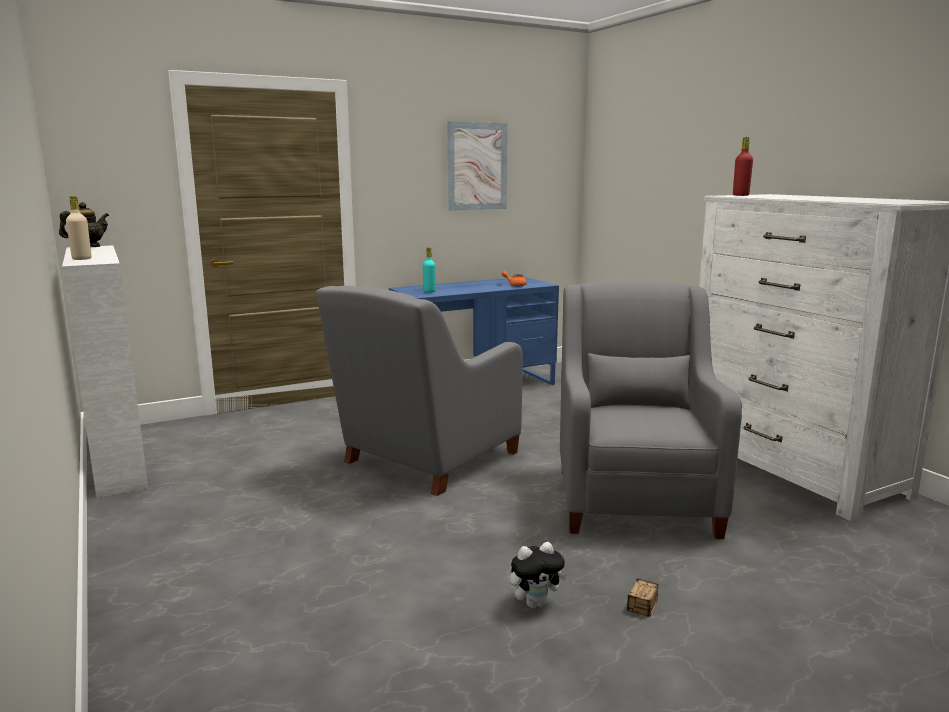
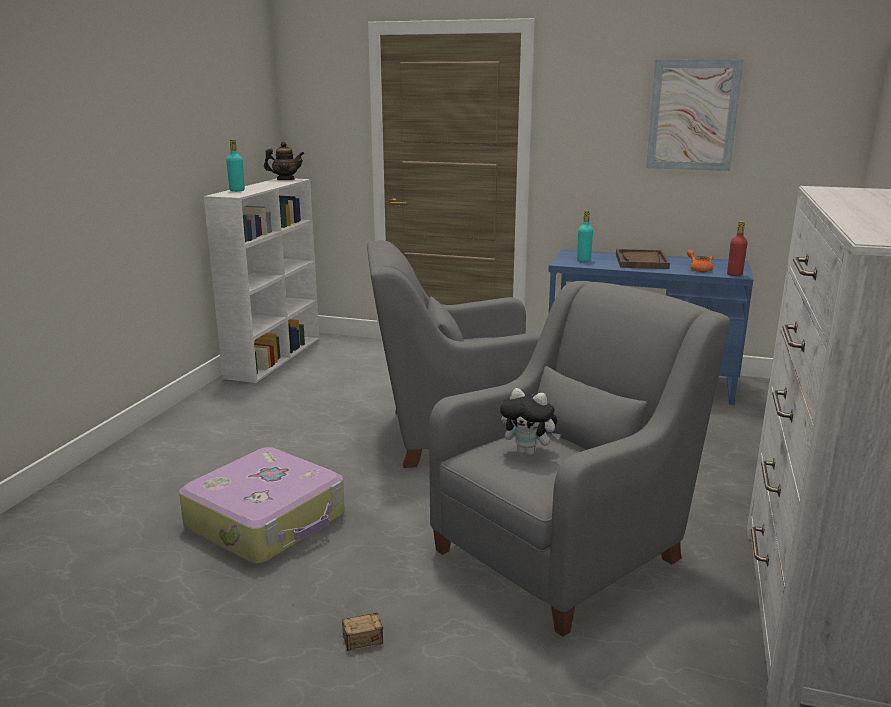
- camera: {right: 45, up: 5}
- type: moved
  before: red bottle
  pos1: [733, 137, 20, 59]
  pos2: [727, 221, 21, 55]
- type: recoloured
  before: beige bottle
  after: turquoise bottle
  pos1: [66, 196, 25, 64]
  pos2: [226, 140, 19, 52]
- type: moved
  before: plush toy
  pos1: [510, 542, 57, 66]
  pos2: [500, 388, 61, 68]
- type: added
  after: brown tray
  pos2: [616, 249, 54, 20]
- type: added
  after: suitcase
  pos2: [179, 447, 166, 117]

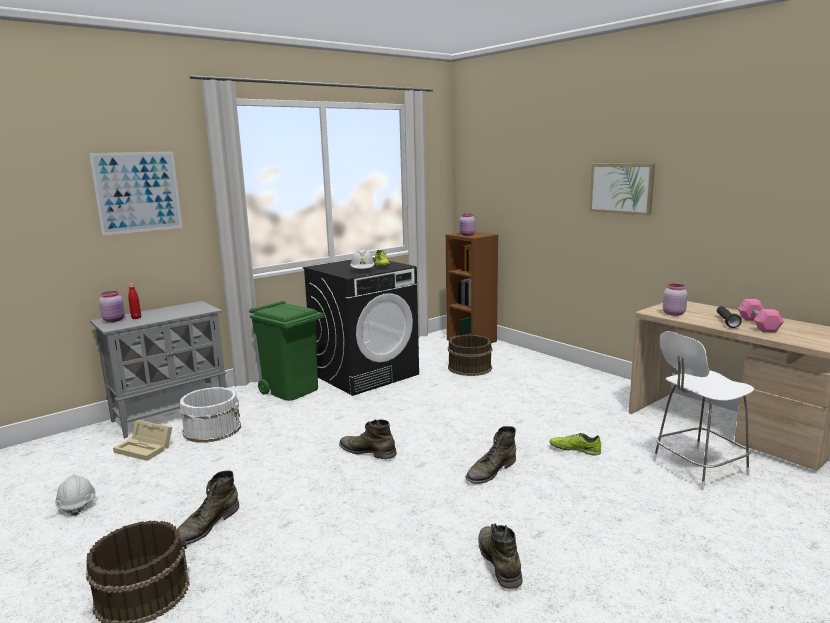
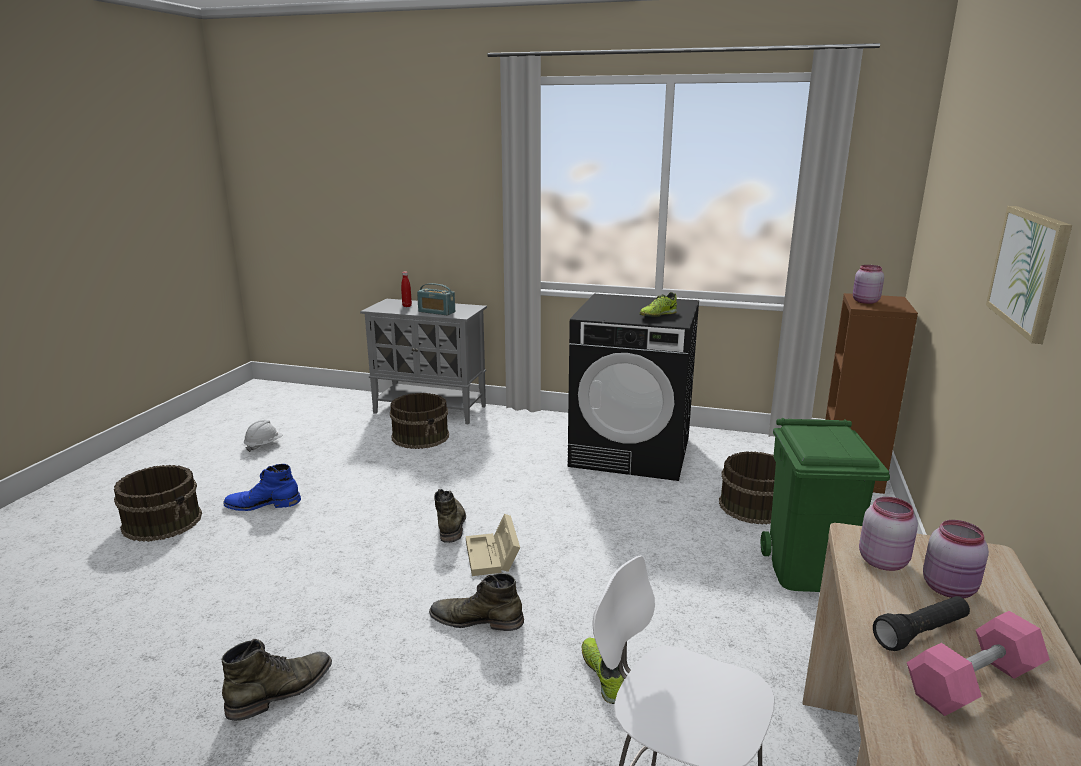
- camera: {right: 55, up: 5}
- type: removed
  before: picture
  pos1: [89, 151, 93, 85]
- type: removed
  before: white hard hat
  pos1: [350, 250, 25, 19]
- type: moved
  before: pink jar
  pos1: [99, 291, 26, 31]
  pos2: [923, 520, 66, 79]
- type: moved
  before: green trash can
  pos1: [249, 301, 75, 100]
  pos2: [761, 418, 129, 174]
- type: recoloured
  before: white bucket
  after: brown bucket
  pos1: [179, 387, 62, 55]
  pos2: [390, 393, 59, 56]
- type: moved
  before: beige storage box
  pos1: [113, 420, 59, 41]
  pos2: [466, 514, 54, 62]
- type: recoloured
  before: green boot
  after: blue boot
  pos1: [177, 470, 62, 75]
  pos2: [223, 464, 78, 47]
- type: added
  after: radio
  pos2: [417, 283, 38, 32]

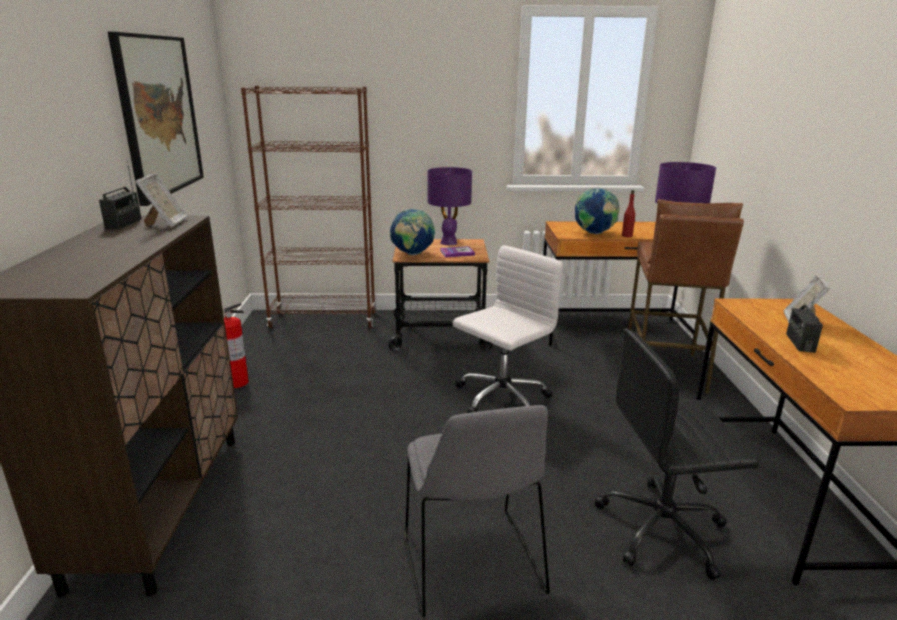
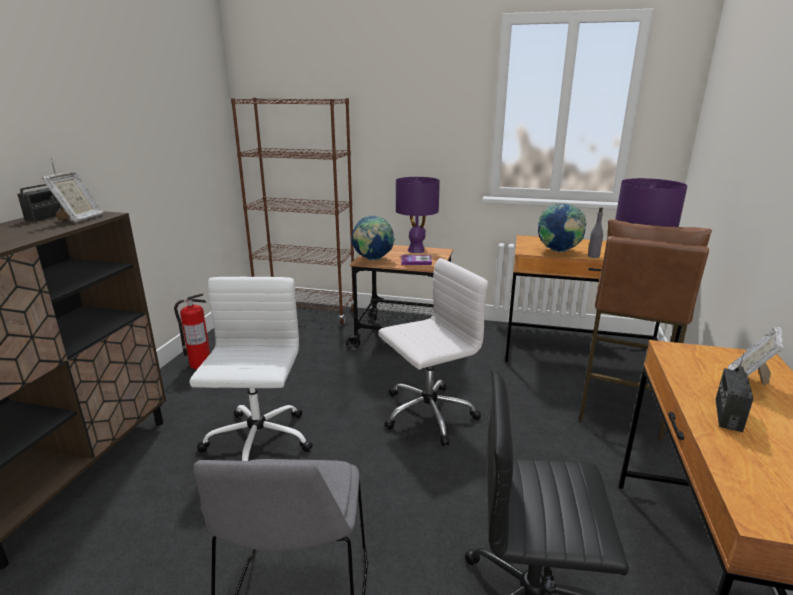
- camera: {right: 15, up: 0}
- type: removed
  before: picture
  pos1: [108, 32, 96, 174]
- type: recoloured
  before: red bottle
  after: grey bottle
  pos1: [622, 190, 13, 48]
  pos2: [588, 207, 15, 51]
- type: added
  after: white office chair
  pos2: [189, 277, 124, 184]

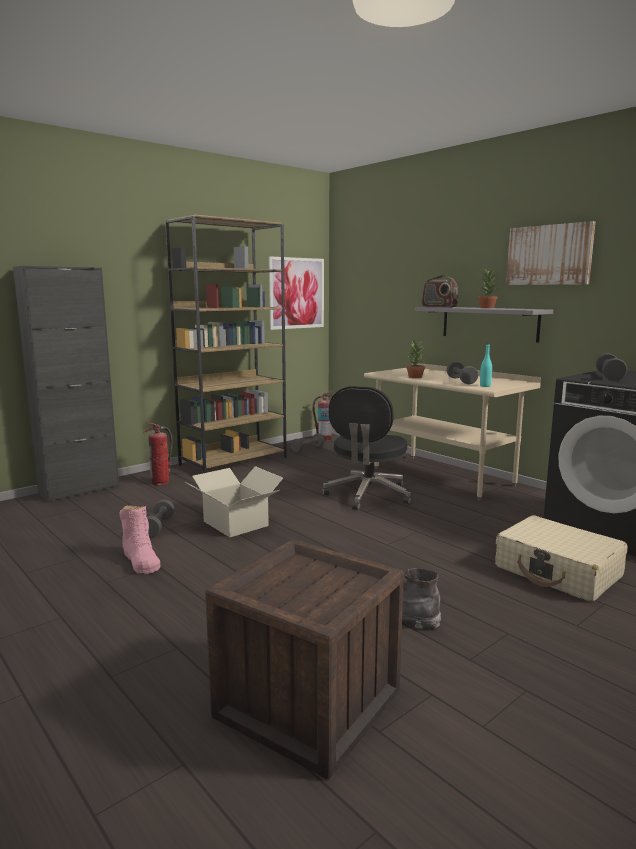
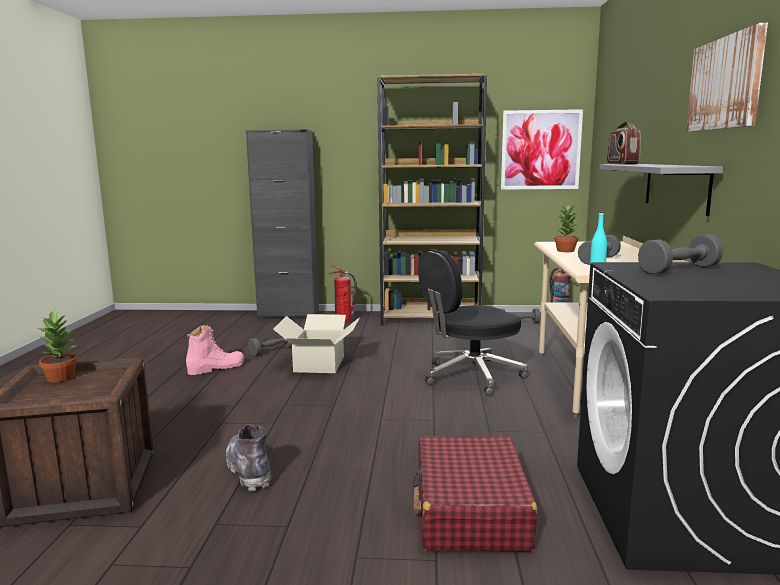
- camera: {right: 45, up: 0}
- type: moved
  before: potted plant
  pos1: [478, 269, 20, 39]
  pos2: [35, 309, 43, 73]
- type: turned
  before: pink boot
  pos1: [119, 505, 41, 69]
  pos2: [186, 326, 58, 49]
  turn: -135
- type: recoloured
  before: beige suitcase
  after: red suitcase
  pos1: [495, 515, 133, 87]
  pos2: [412, 436, 126, 116]

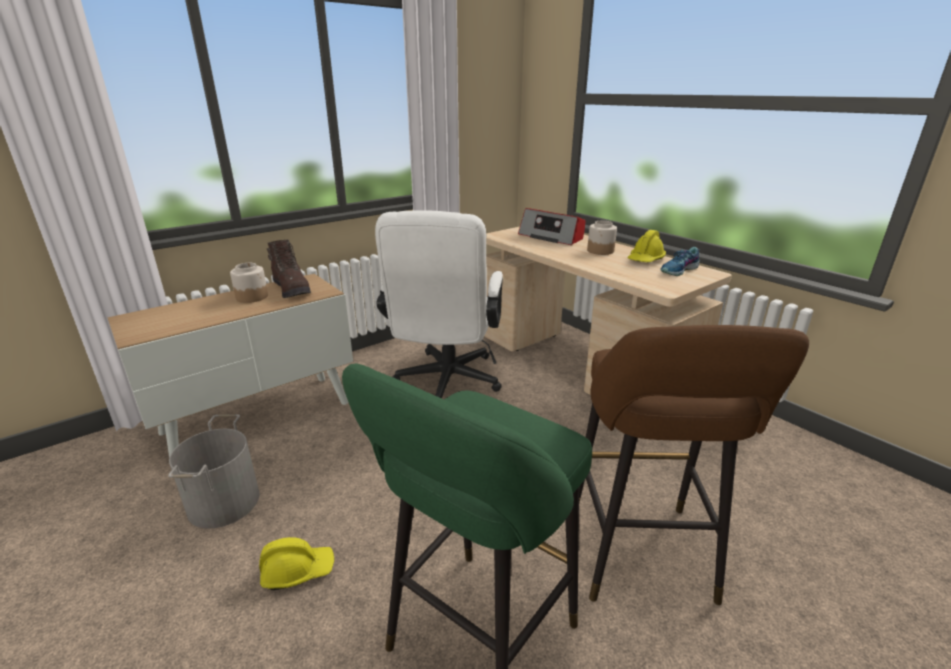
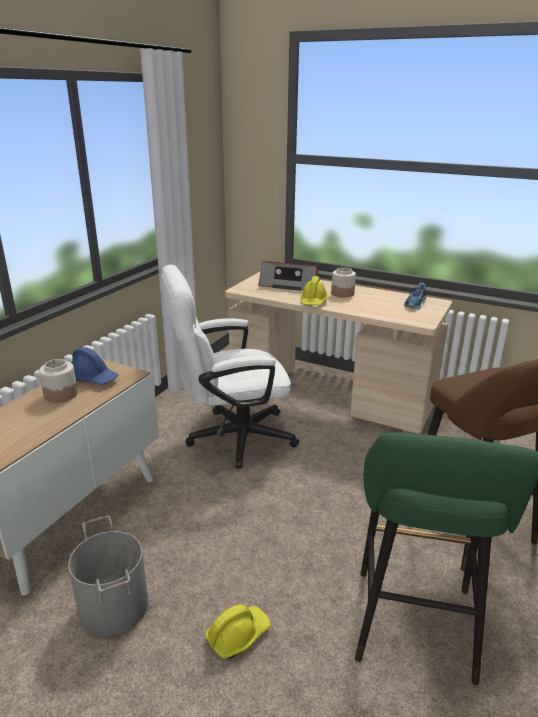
- camera: {right: -25, up: 0}
- type: turned
  before: white office chair
  pos1: [375, 210, 128, 189]
  pos2: [161, 265, 138, 203]
  turn: 90
- type: moved
  before: yellow hard hat
  pos1: [627, 230, 39, 32]
  pos2: [300, 276, 28, 29]
- type: replaced
  before: brown boot
  after: blue hard hat
  pos1: [267, 240, 44, 58]
  pos2: [72, 347, 47, 37]

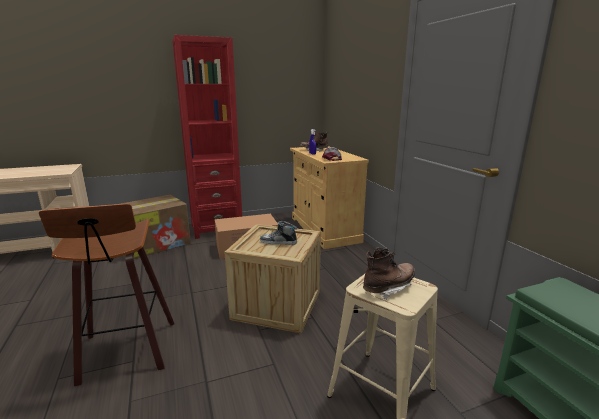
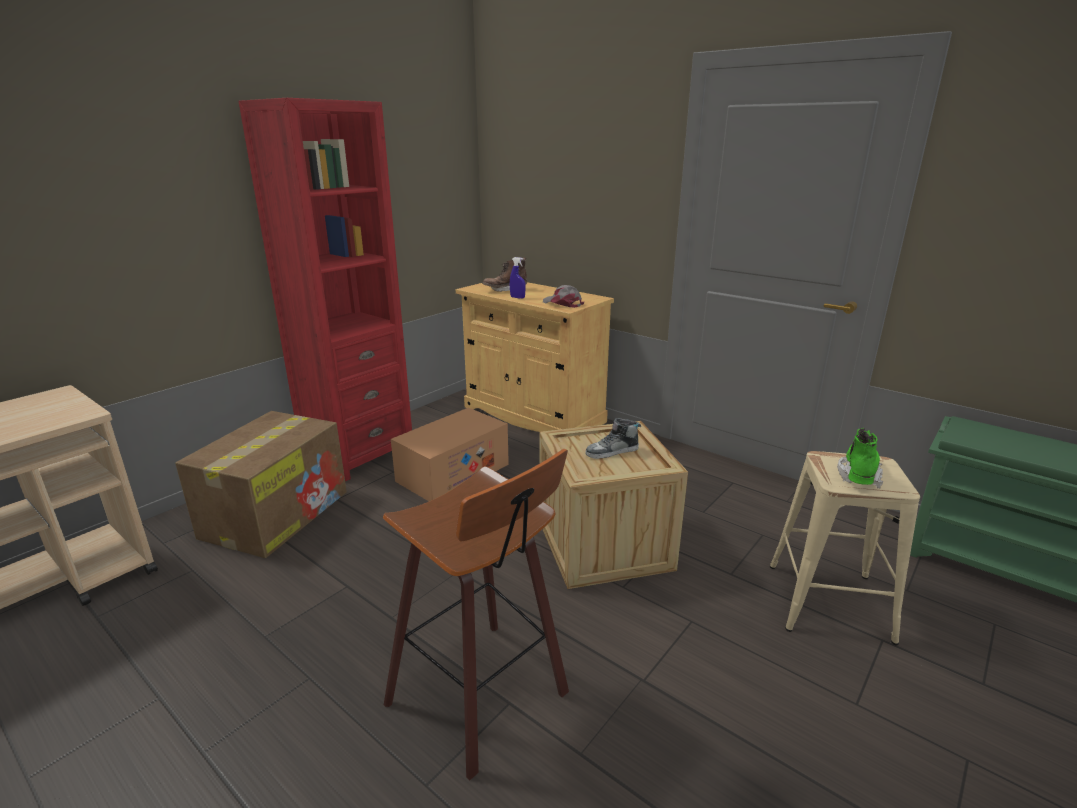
- camera: {right: -30, up: 5}
- type: recoloured
  before: brown boot
  after: green boot
  pos1: [363, 248, 52, 52]
  pos2: [837, 428, 46, 61]

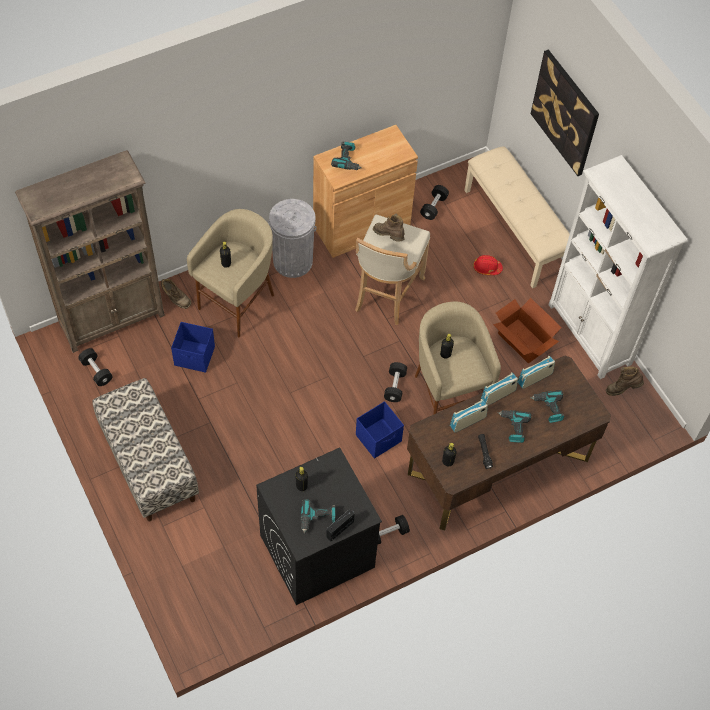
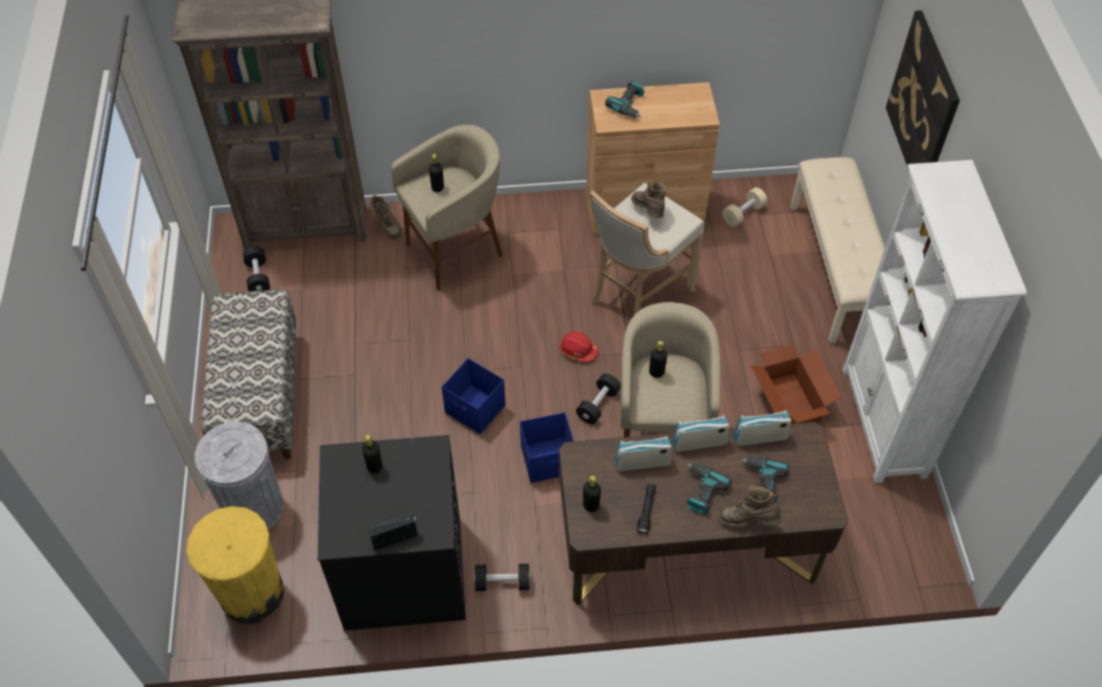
- camera: {right: 25, up: -5}
- type: recoloured
  before: black dumbbell
  after: beige dumbbell
  pos1: [420, 185, 29, 35]
  pos2: [722, 187, 45, 40]
- type: moved
  before: grey trash can
  pos1: [268, 199, 49, 79]
  pos2: [195, 422, 89, 107]
- type: moved
  before: red hard hat
  pos1: [473, 255, 30, 20]
  pos2: [559, 331, 39, 31]
- type: moved
  before: blue storage box
  pos1: [171, 322, 44, 51]
  pos2: [442, 358, 64, 76]
- type: moved
  before: brown boot
  pos1: [606, 367, 38, 29]
  pos2: [719, 485, 62, 43]
- type: removed
  before: power drill
  pos1: [301, 499, 34, 35]
- type: added
  after: yellow trash can
  pos2: [186, 506, 98, 118]

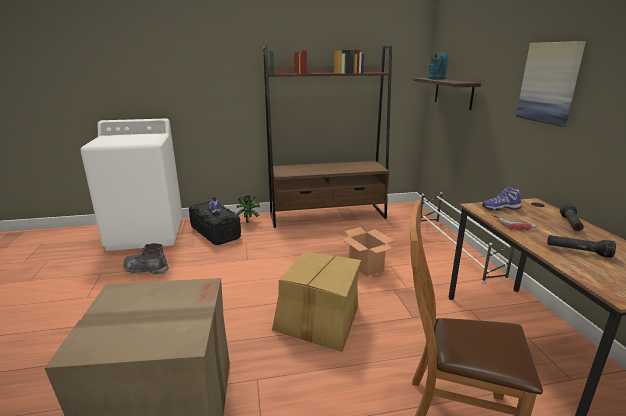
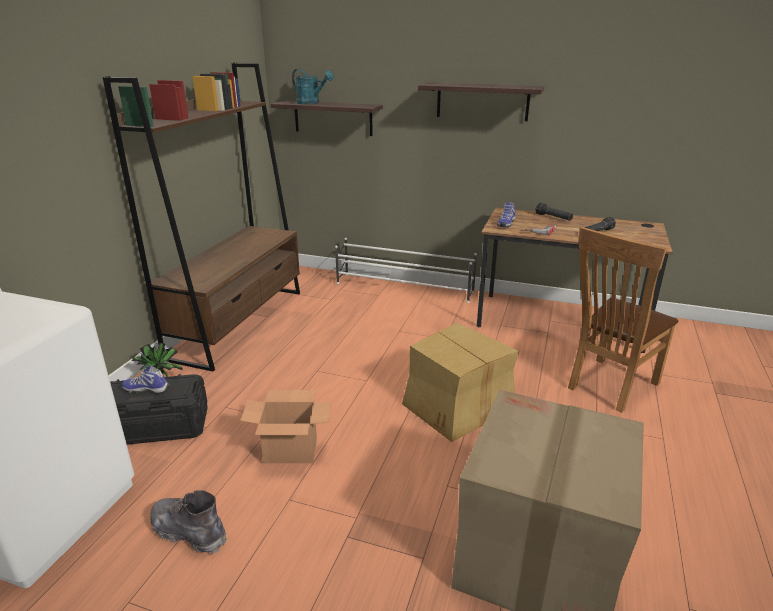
- camera: {right: -60, up: 5}
- type: replaced
  before: picture
  after: shelf
  pos1: [516, 41, 70, 86]
  pos2: [418, 83, 126, 38]
- type: moved
  before: cardboard box
  pos1: [342, 227, 52, 49]
  pos2: [240, 390, 91, 73]
- type: turned
  before: grey boot
  pos1: [123, 243, 46, 32]
  pos2: [150, 490, 77, 64]
  turn: 75

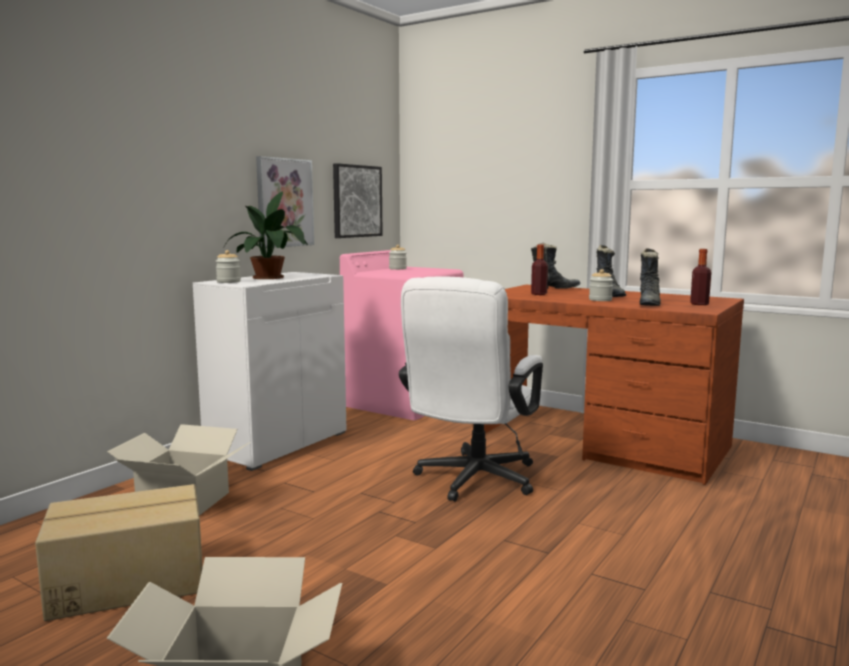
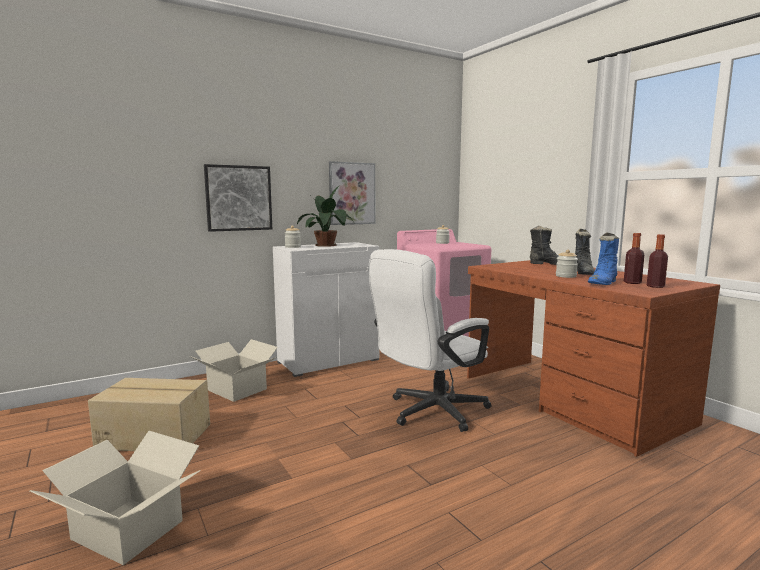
- camera: {right: 25, up: 0}
- type: moved
  before: picture
  pos1: [333, 163, 50, 75]
  pos2: [204, 164, 68, 68]
- type: moved
  before: bottle
  pos1: [531, 245, 17, 50]
  pos2: [624, 233, 20, 51]
- type: recoloured
  before: black boot
  after: blue boot
  pos1: [640, 248, 21, 58]
  pos2: [588, 232, 31, 53]

